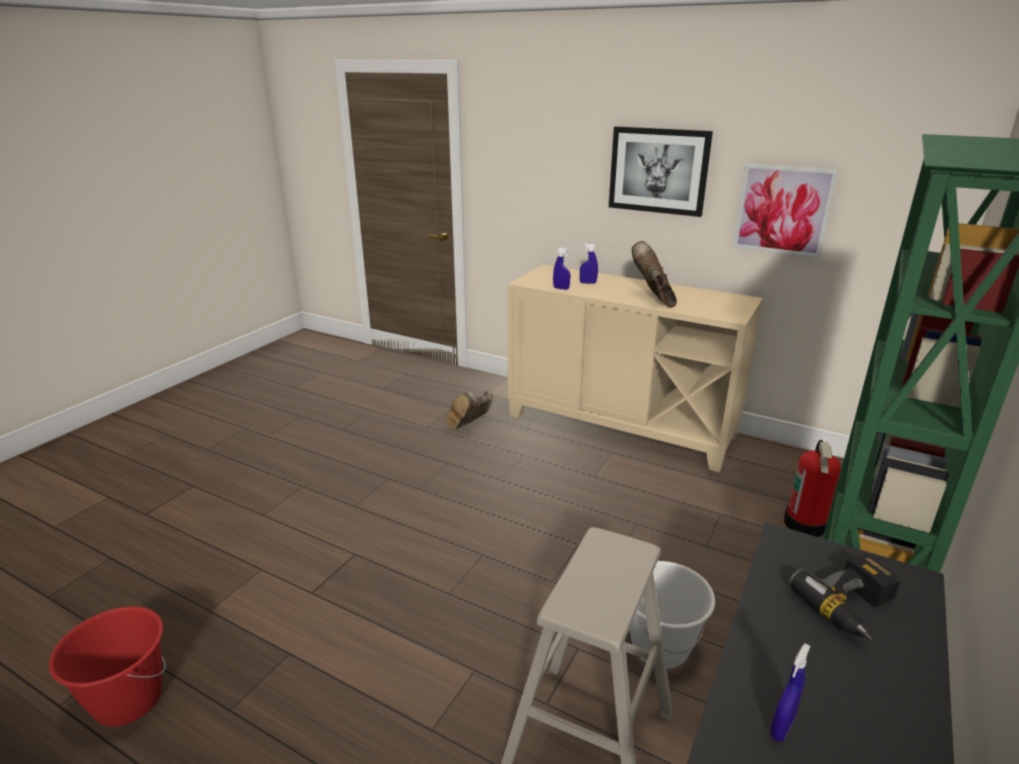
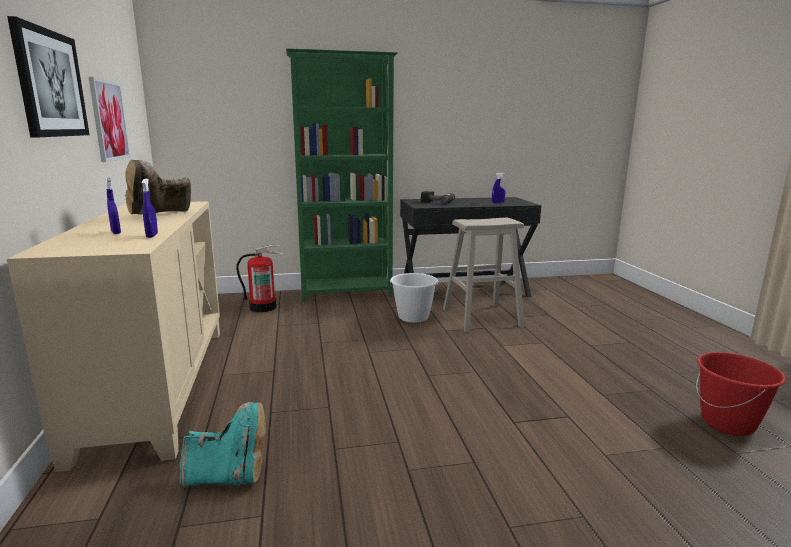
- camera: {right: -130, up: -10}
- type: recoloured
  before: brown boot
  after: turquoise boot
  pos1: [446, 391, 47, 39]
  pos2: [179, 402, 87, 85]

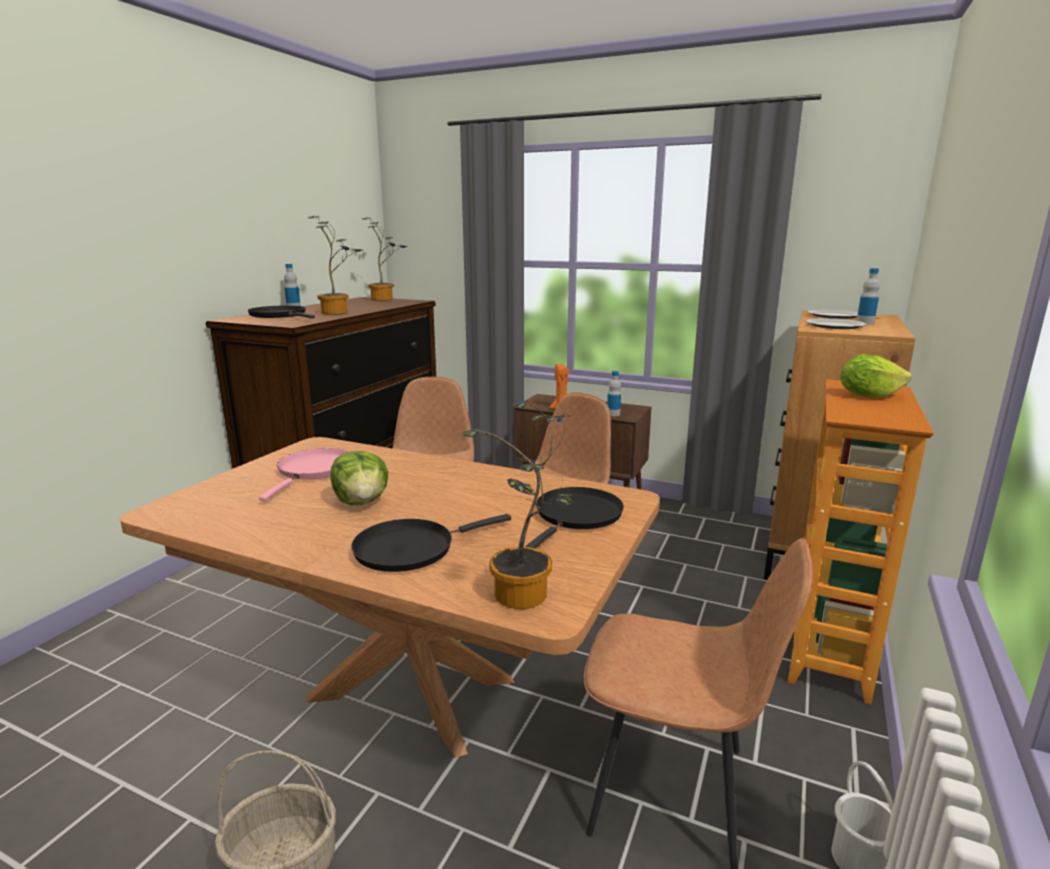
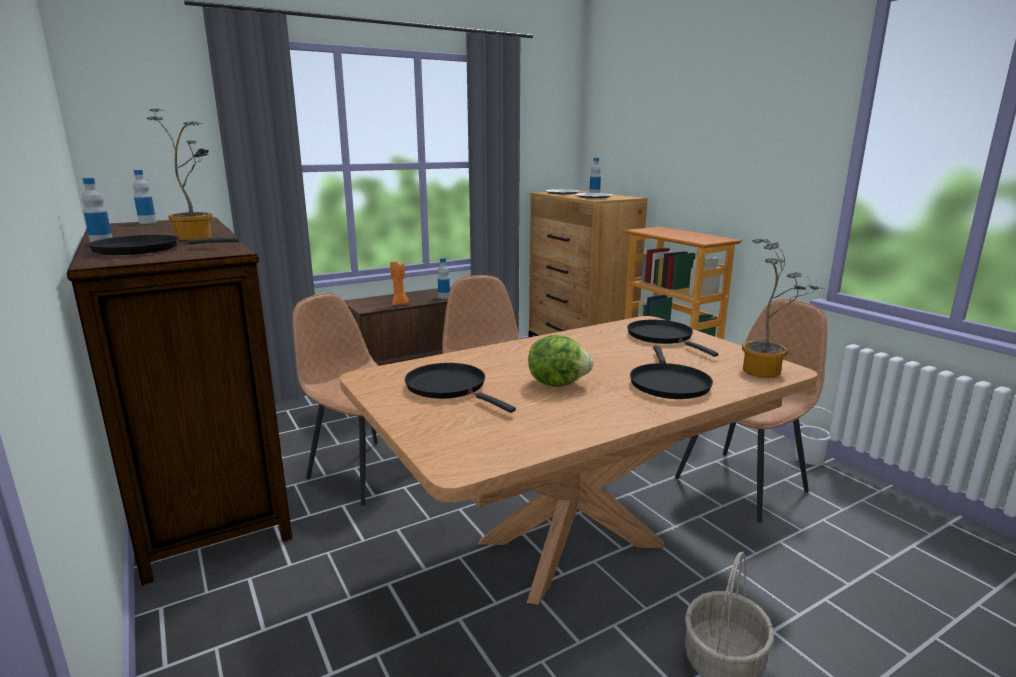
- camera: {right: -55, up: 0}
- type: replaced
  before: potted plant
  after: bottle
  pos1: [362, 217, 45, 84]
  pos2: [133, 170, 23, 54]
- type: removed
  before: lettuce
  pos1: [841, 354, 71, 44]
- type: recoloured
  before: pink frying pan
  after: black frying pan
  pos1: [259, 448, 90, 53]
  pos2: [405, 363, 111, 50]

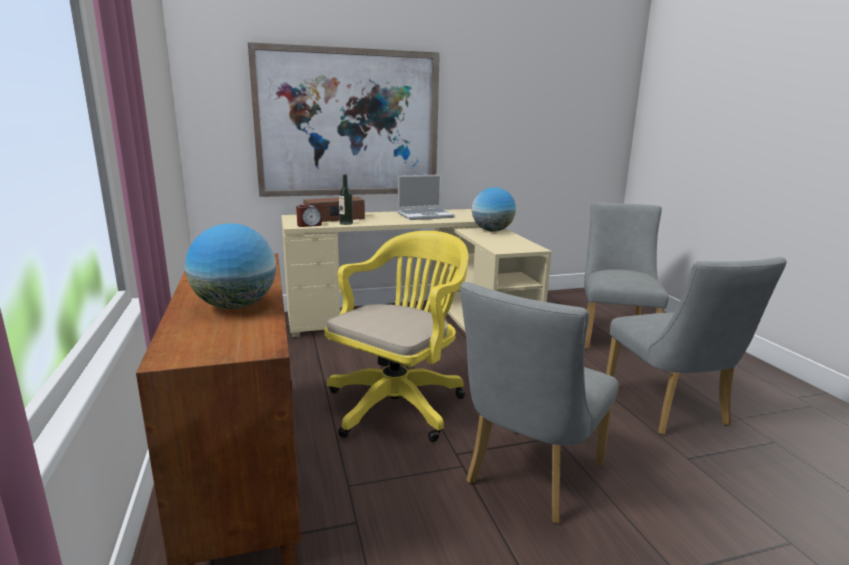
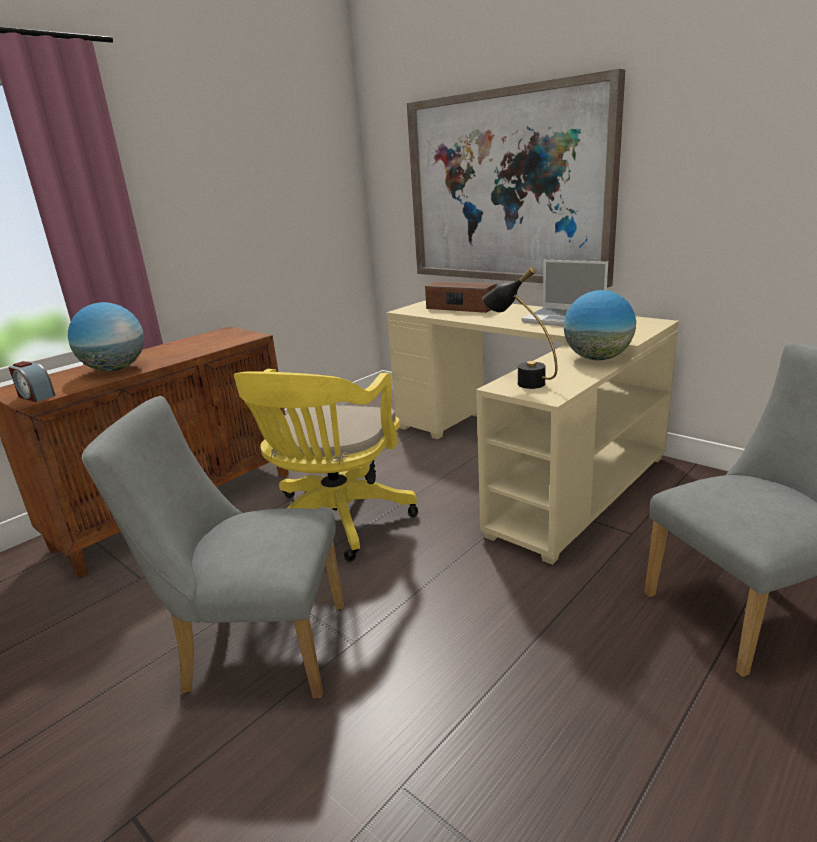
- camera: {right: 60, up: 5}
- type: removed
  before: bottle
  pos1: [339, 175, 14, 50]
- type: moved
  before: alarm clock
  pos1: [296, 205, 26, 22]
  pos2: [8, 361, 47, 41]
- type: turned
  before: yellow office chair
  pos1: [324, 231, 145, 211]
  pos2: [234, 369, 184, 193]
  turn: 105
- type: removed
  before: grey chair
  pos1: [606, 257, 181, 178]
- type: added
  after: black table lamp
  pos2: [482, 267, 76, 122]

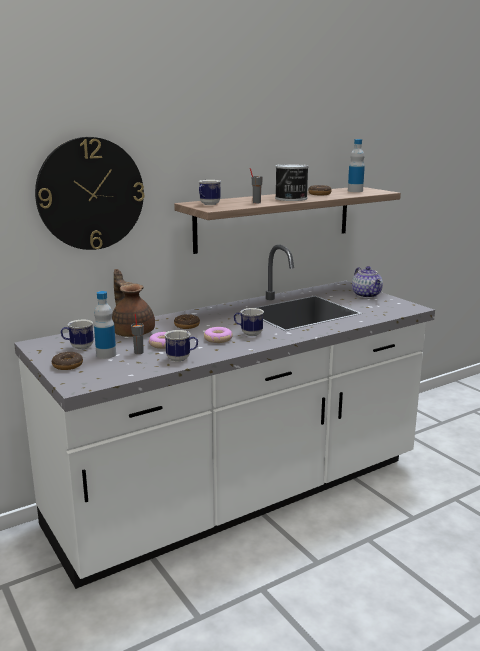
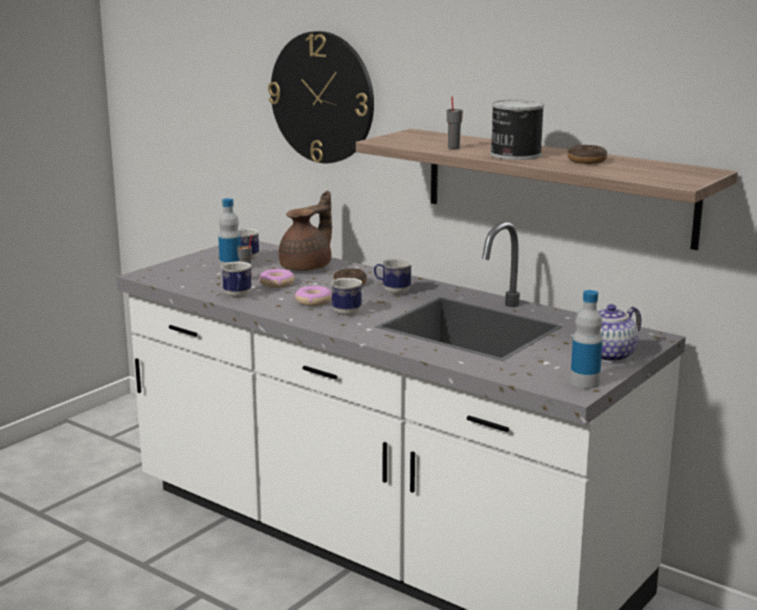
- camera: {right: 70, up: 0}
- type: moved
  before: bottle
  pos1: [348, 139, 17, 53]
  pos2: [570, 290, 33, 99]
- type: moved
  before: mug
  pos1: [199, 180, 22, 25]
  pos2: [374, 259, 38, 36]
- type: removed
  before: donut
  pos1: [52, 352, 31, 18]

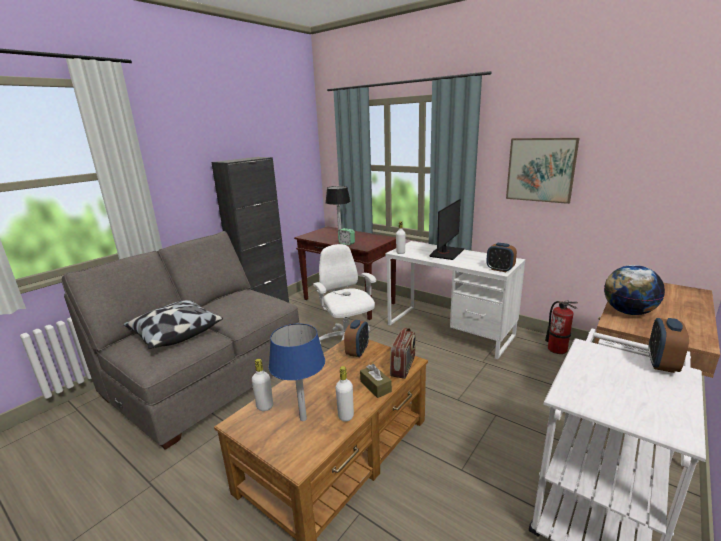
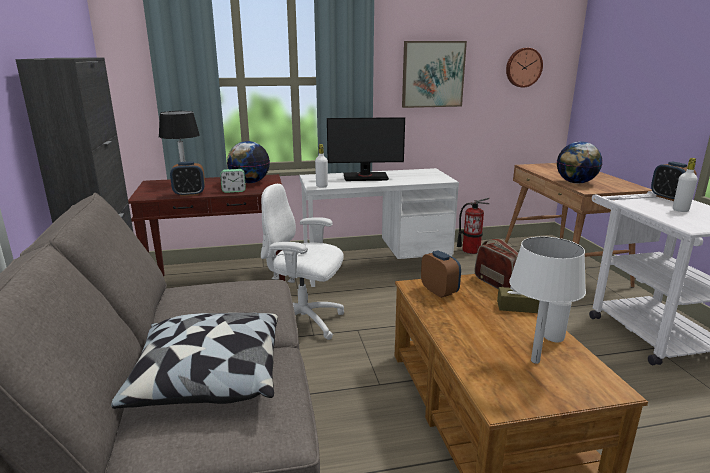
- camera: {right: -50, up: 0}
- type: turned
  before: monitor
  pos1: [429, 199, 36, 61]
  pos2: [327, 117, 78, 64]
  turn: 105
- type: moved
  before: alarm clock
  pos1: [486, 243, 31, 29]
  pos2: [170, 161, 35, 35]
- type: recoloured
  before: blue table lamp
  after: white table lamp
  pos1: [269, 324, 56, 97]
  pos2: [509, 237, 77, 127]
- type: moved
  before: white bottle
  pos1: [252, 359, 21, 52]
  pos2: [673, 158, 25, 54]
- type: added
  after: wall clock
  pos2: [506, 48, 37, 39]
- type: added
  after: globe
  pos2: [227, 141, 43, 42]

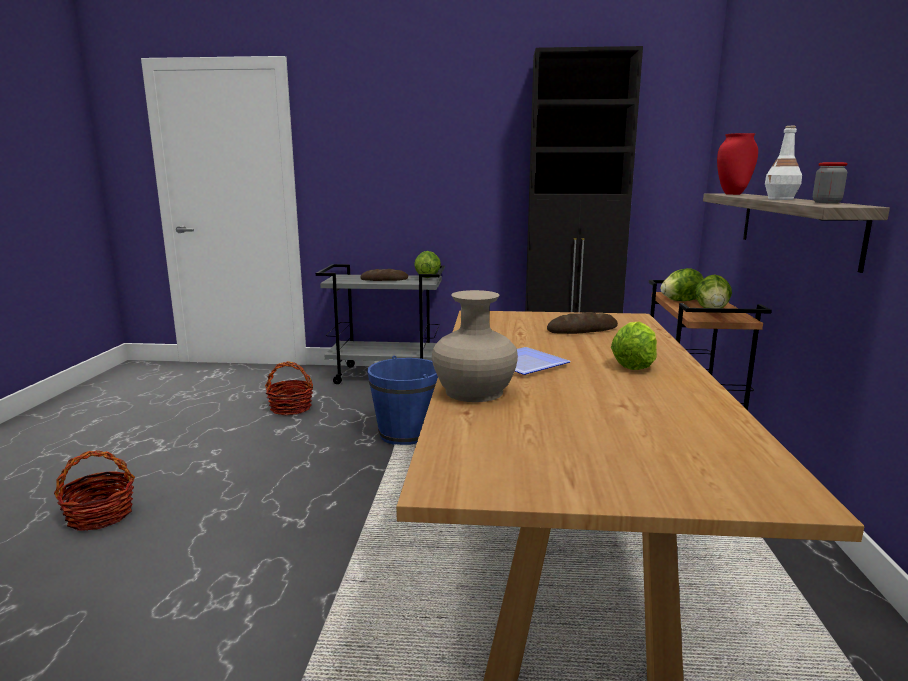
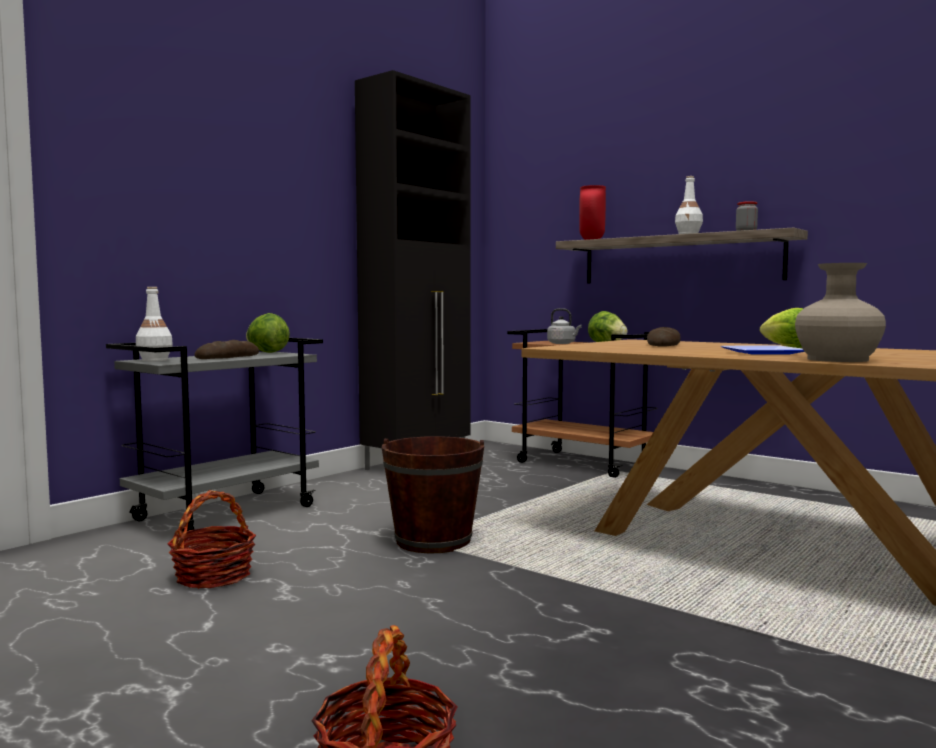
- camera: {right: -55, up: -10}
- type: replaced
  before: lettuce
  after: grey kettle
  pos1: [661, 268, 43, 33]
  pos2: [547, 308, 35, 36]
- type: recoloured
  before: blue bucket
  after: brown bucket
  pos1: [367, 355, 71, 90]
  pos2: [382, 436, 102, 118]
- type: added
  after: white bottle
  pos2: [136, 287, 37, 74]

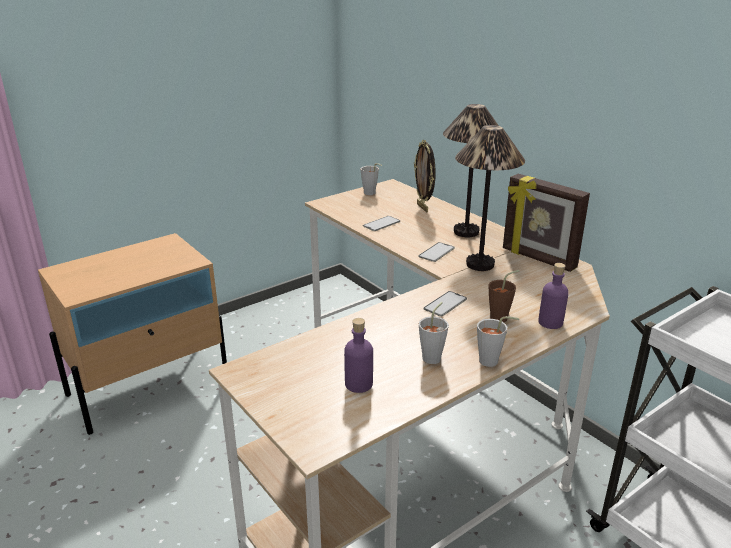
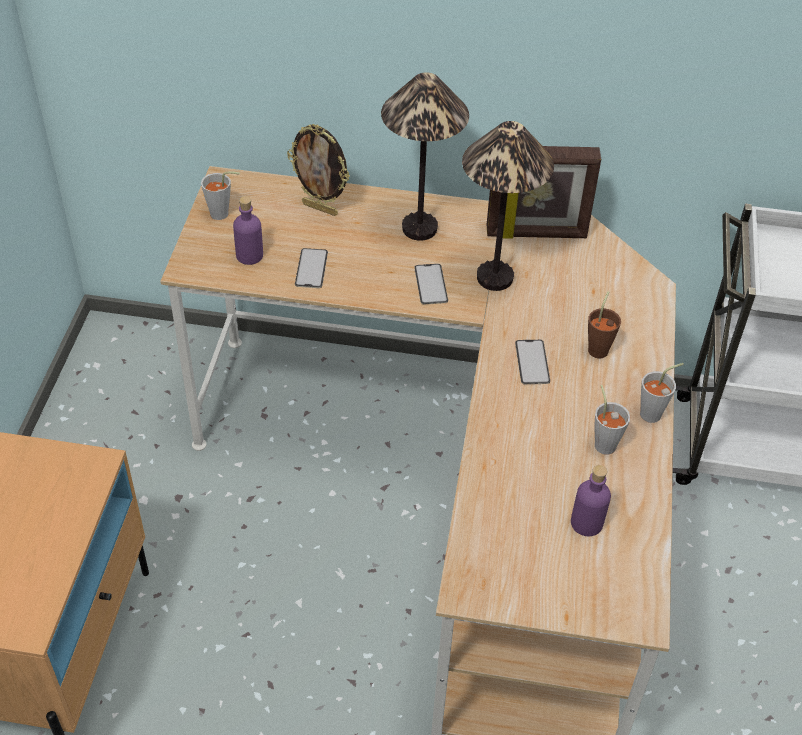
- camera: {right: -45, up: 20}
- type: moved
  before: purple bottle
  pos1: [538, 263, 31, 66]
  pos2: [233, 196, 30, 69]

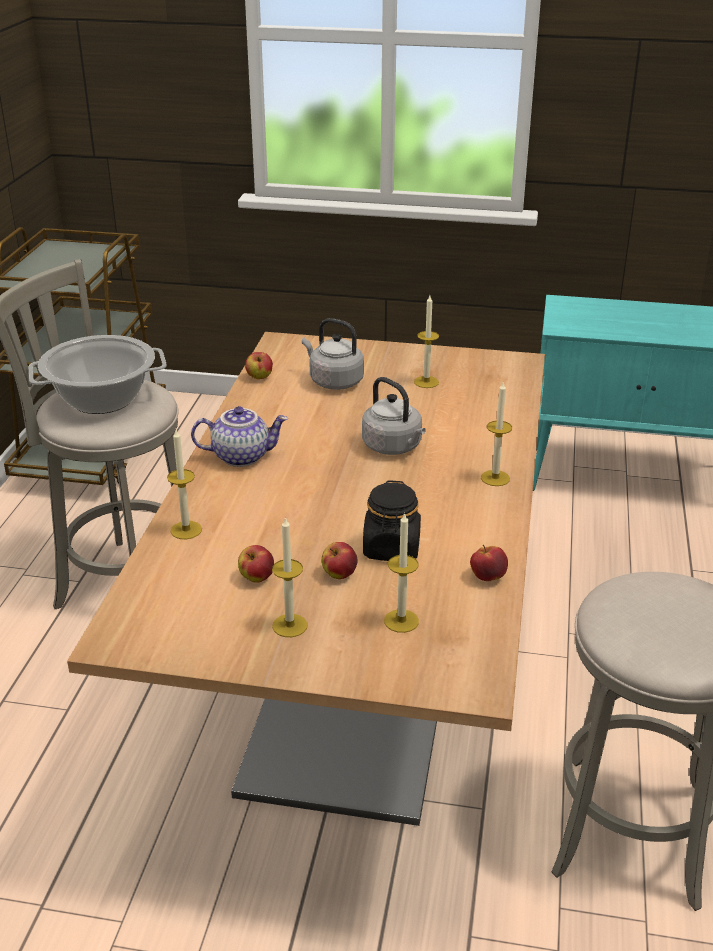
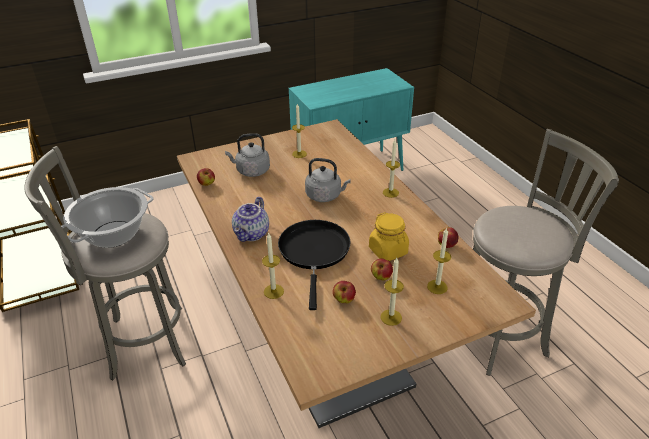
- camera: {right: -35, up: 5}
- type: turned
  before: teapot
  pos1: [191, 406, 97, 61]
  pos2: [232, 197, 37, 45]
  turn: 150
- type: recoloured
  before: black jar
  after: yellow jar
  pos1: [363, 480, 58, 81]
  pos2: [369, 212, 40, 49]
- type: added
  after: black frying pan
  pos2: [278, 220, 73, 90]

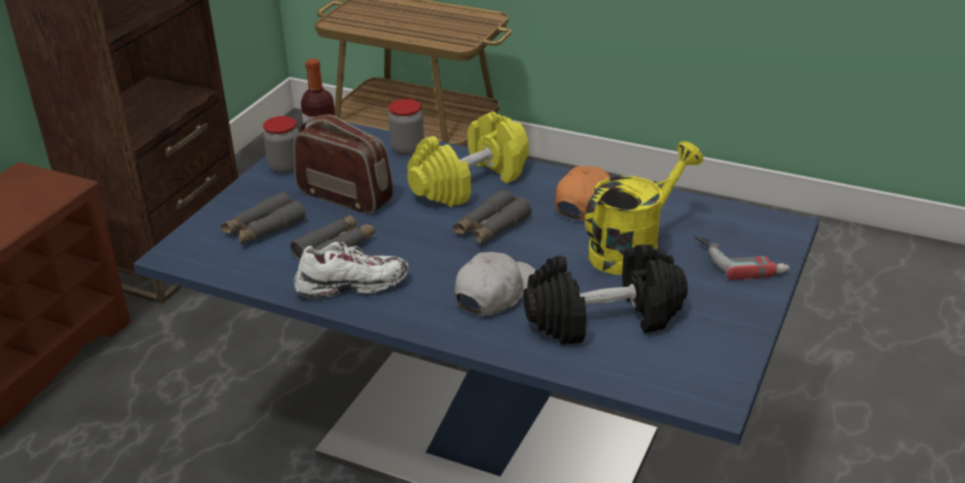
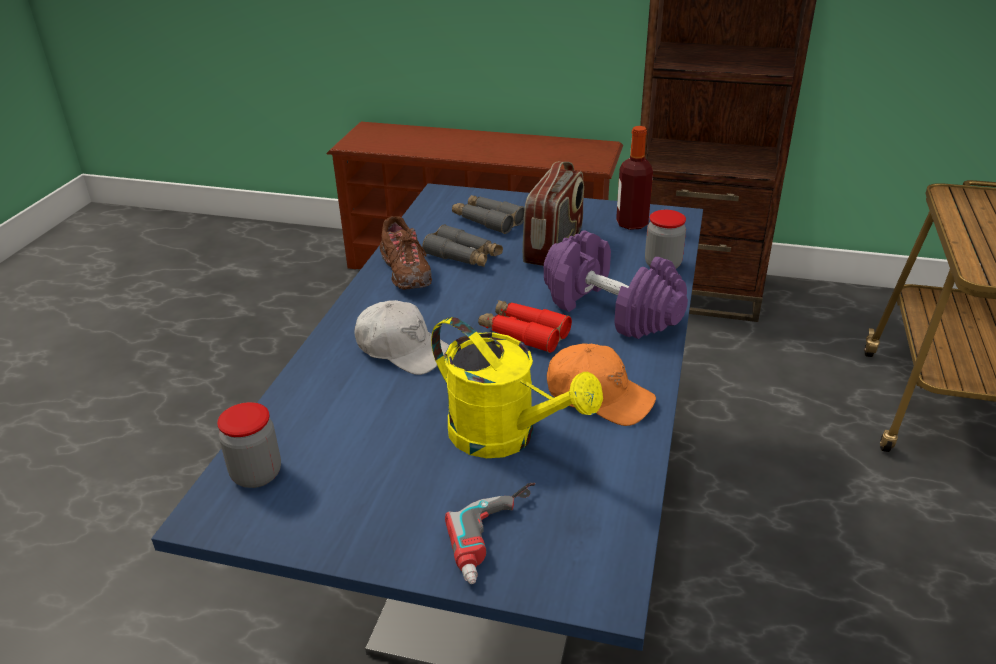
- camera: {right: 80, up: 0}
- type: recoloured
  before: yellow dumbbell
  after: purple dumbbell
  pos1: [407, 112, 122, 95]
  pos2: [544, 230, 144, 109]
- type: moved
  before: jar
  pos1: [263, 116, 35, 58]
  pos2: [217, 402, 64, 86]
- type: recoloured
  before: grey binoculars
  after: red binoculars
  pos1: [453, 190, 79, 54]
  pos2: [478, 300, 94, 53]
- type: recoloured
  before: white shoe
  after: brown shoe
  pos1: [294, 242, 115, 57]
  pos2: [380, 216, 52, 74]
- type: removed
  before: black dumbbell
  pos1: [523, 245, 165, 100]

